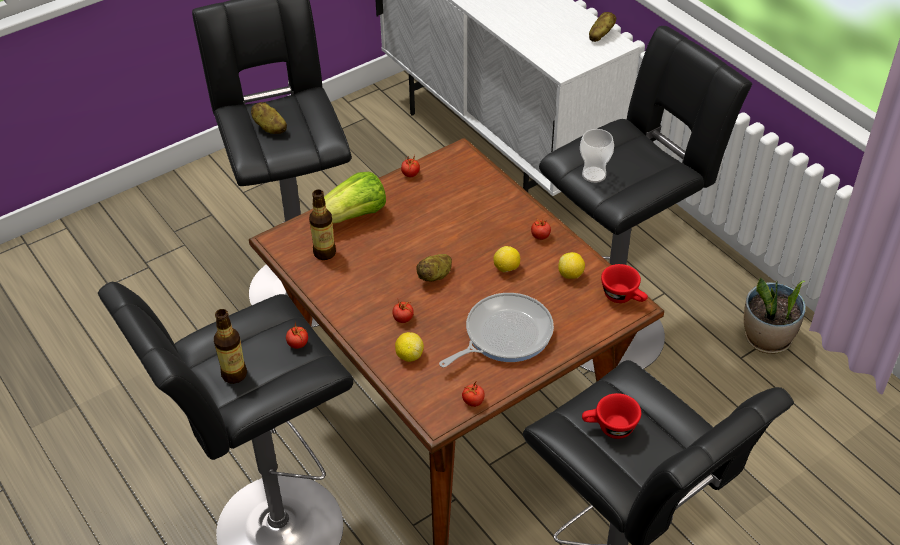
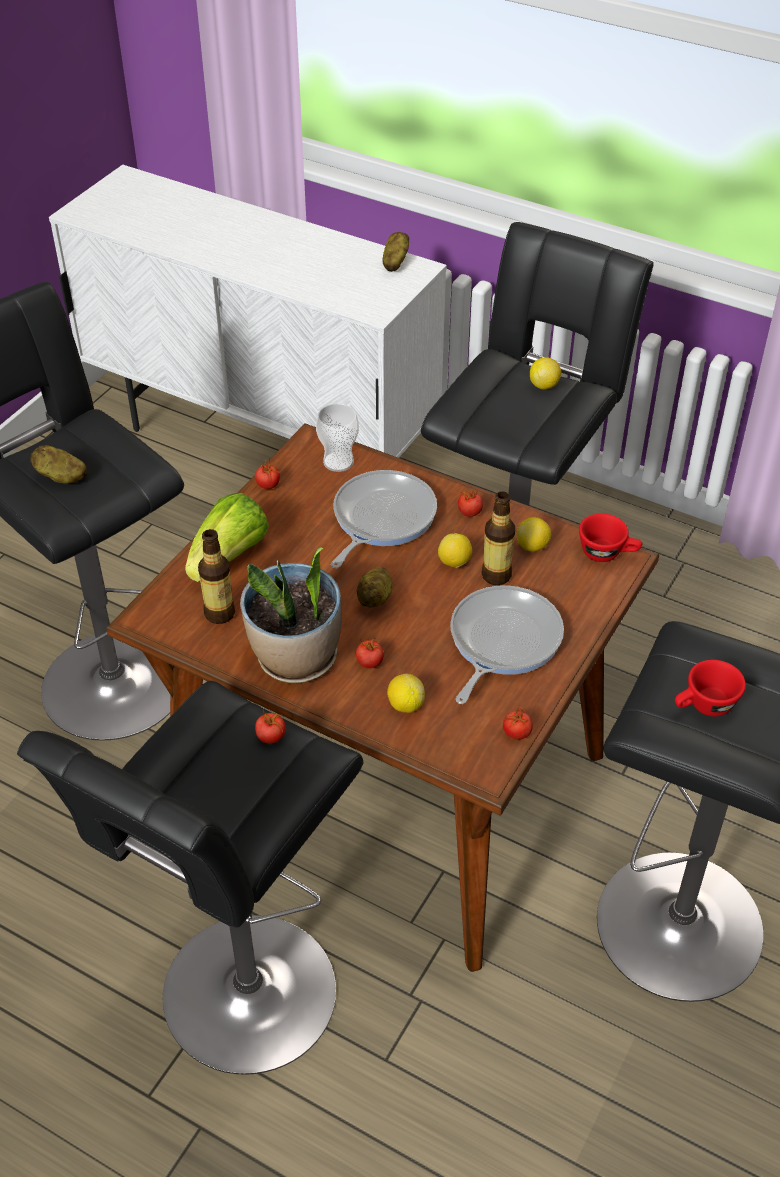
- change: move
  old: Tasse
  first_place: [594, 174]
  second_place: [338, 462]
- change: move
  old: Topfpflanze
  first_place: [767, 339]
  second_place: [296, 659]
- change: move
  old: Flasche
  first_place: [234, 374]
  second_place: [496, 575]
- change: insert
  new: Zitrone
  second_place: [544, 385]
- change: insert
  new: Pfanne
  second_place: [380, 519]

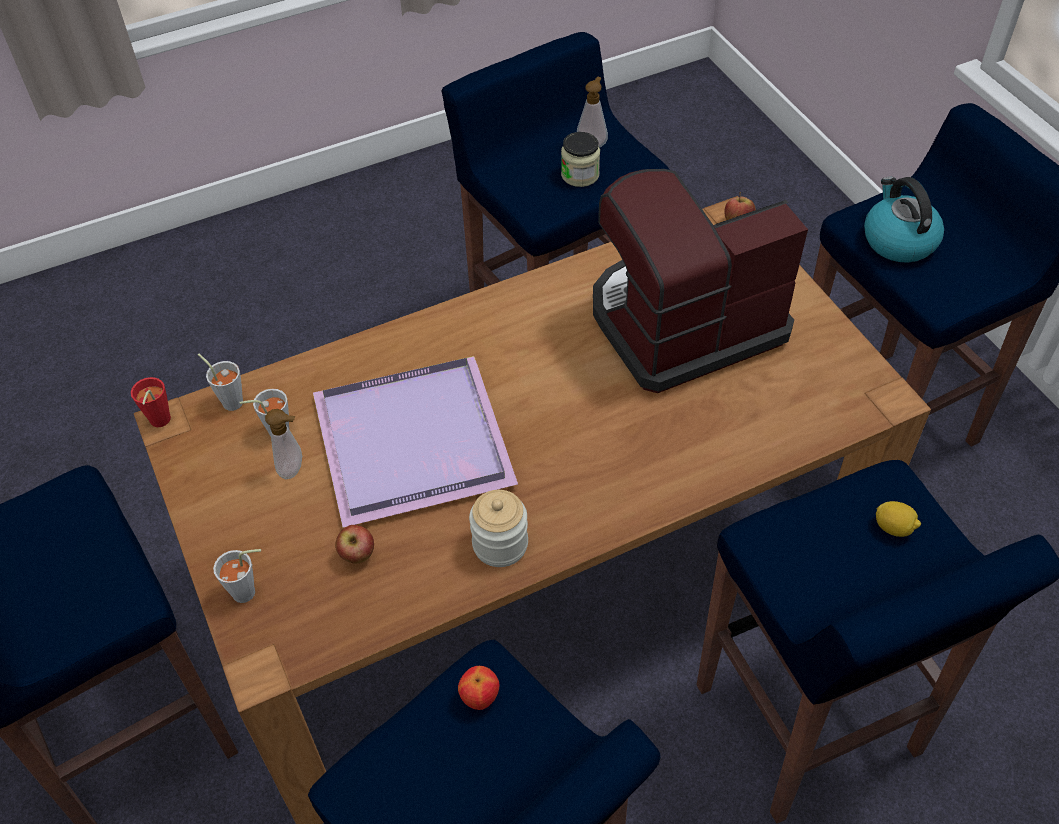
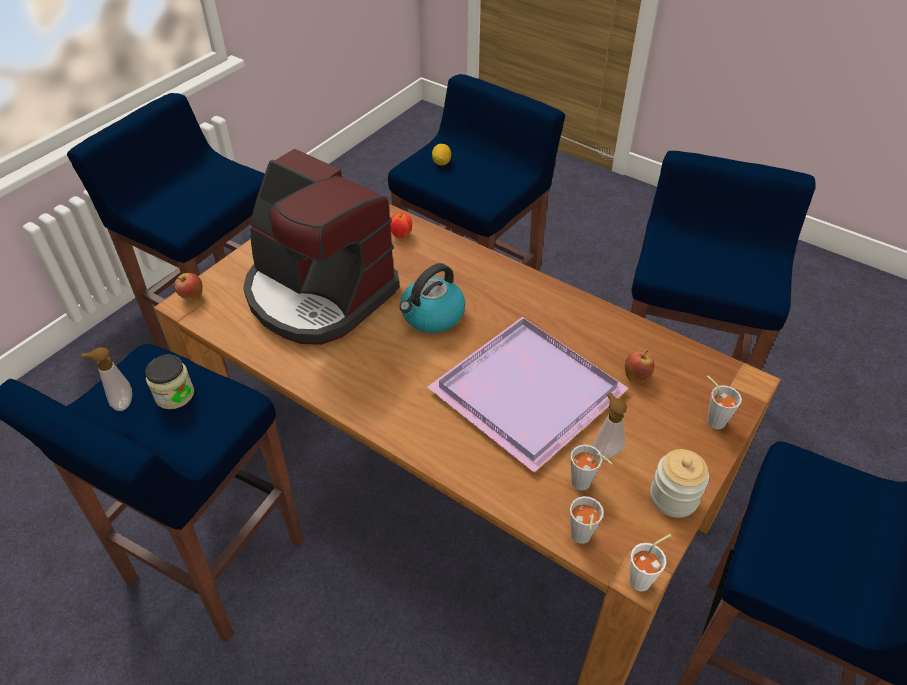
- change: move
  old: Wasserkessel
  first_place: [898, 240]
  second_place: [432, 316]
- change: recolor
  old: Tasse/rot
  new: Tasse/weiß
  first_place: [159, 423]
  second_place: [644, 579]
- change: move
  old: Vorratsglas
  first_place: [500, 544]
  second_place: [673, 497]
- change: move
  old: Apfel
  first_place: [480, 698]
  second_place: [401, 235]

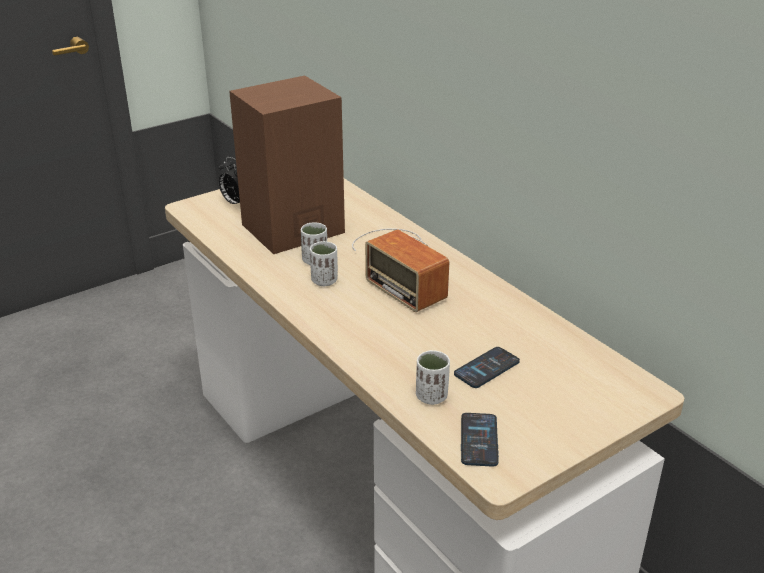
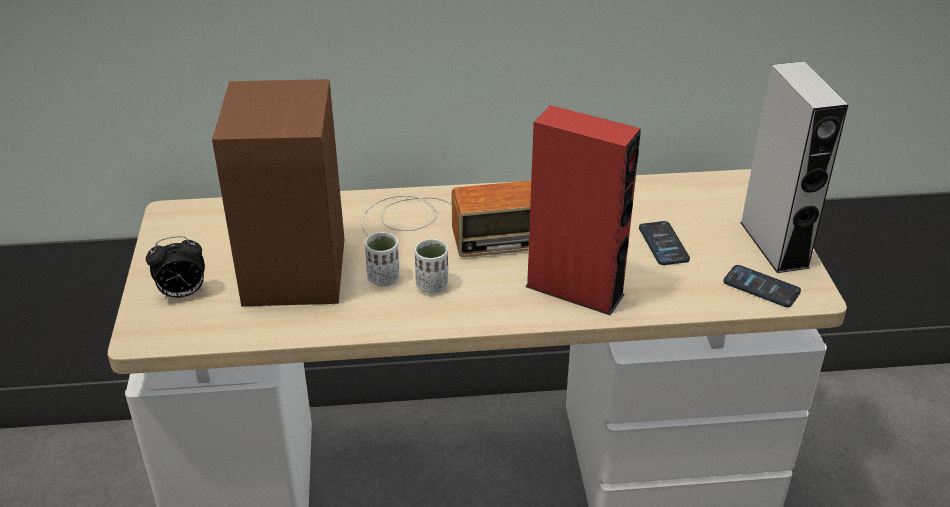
- change: delete
  old: Tasse/weiß
  first_place: [431, 397]
- change: insert
  new: Lautsprecher/grau
  second_place: [774, 244]
- change: insert
  new: Lautsprecher/rot
  second_place: [574, 290]

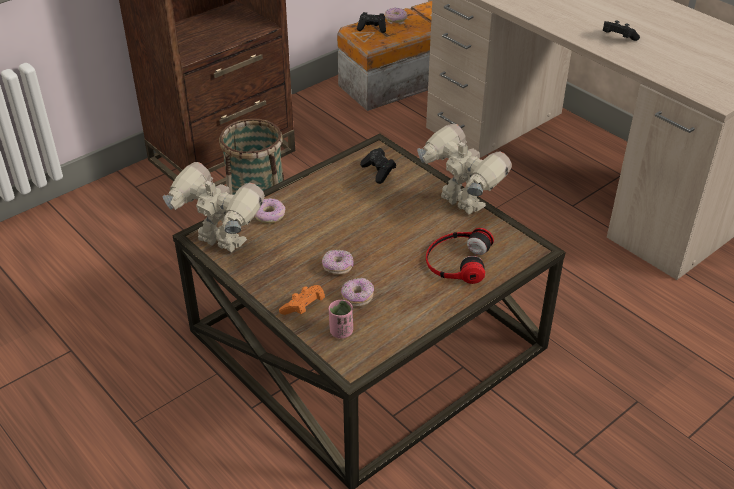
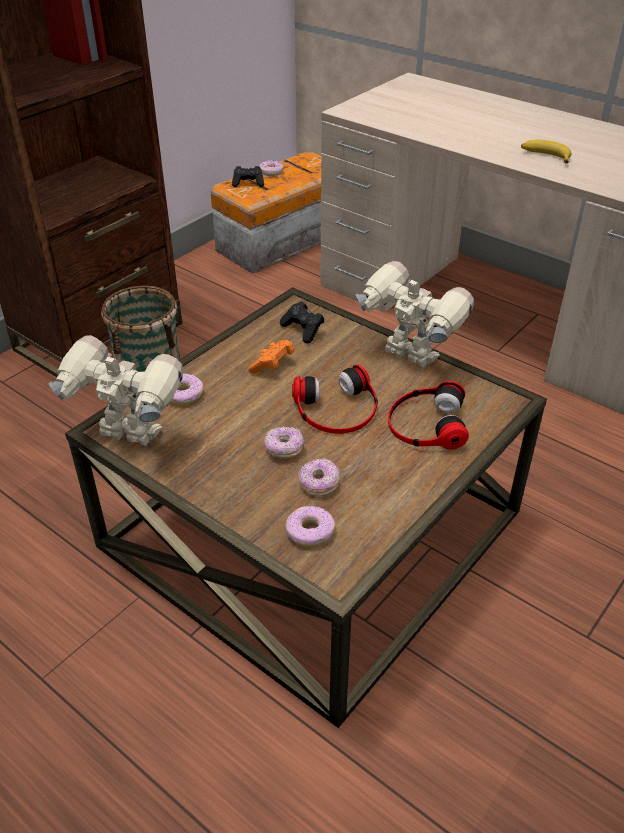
- change: replace
  old: Gamepad/schwarz
  new: Banane
  first_place: [617, 38]
  second_place: [545, 156]
- change: move
  old: Gamepad/orange
  first_place: [303, 308]
  second_place: [272, 365]
- change: replace
  old: Tasse/rosa
  new: Donut
  first_place: [341, 331]
  second_place: [309, 531]
- change: insert
  new: Kopfhörer
  second_place: [337, 409]

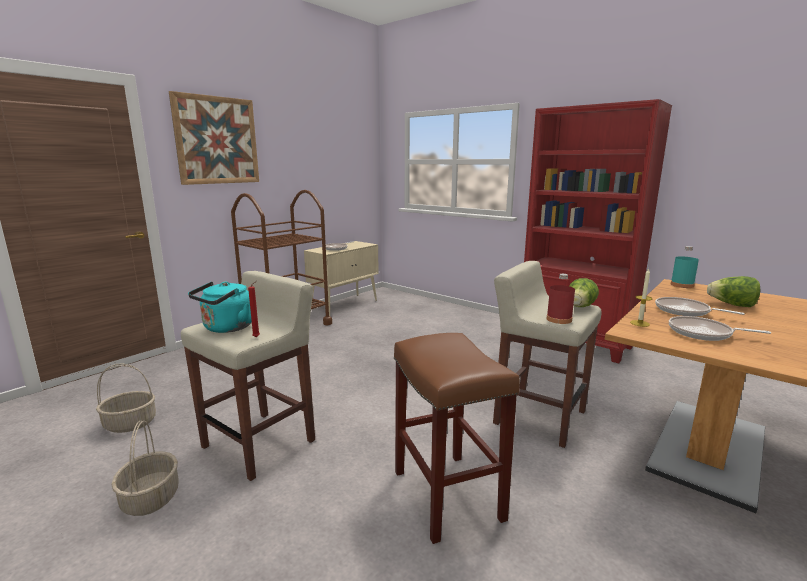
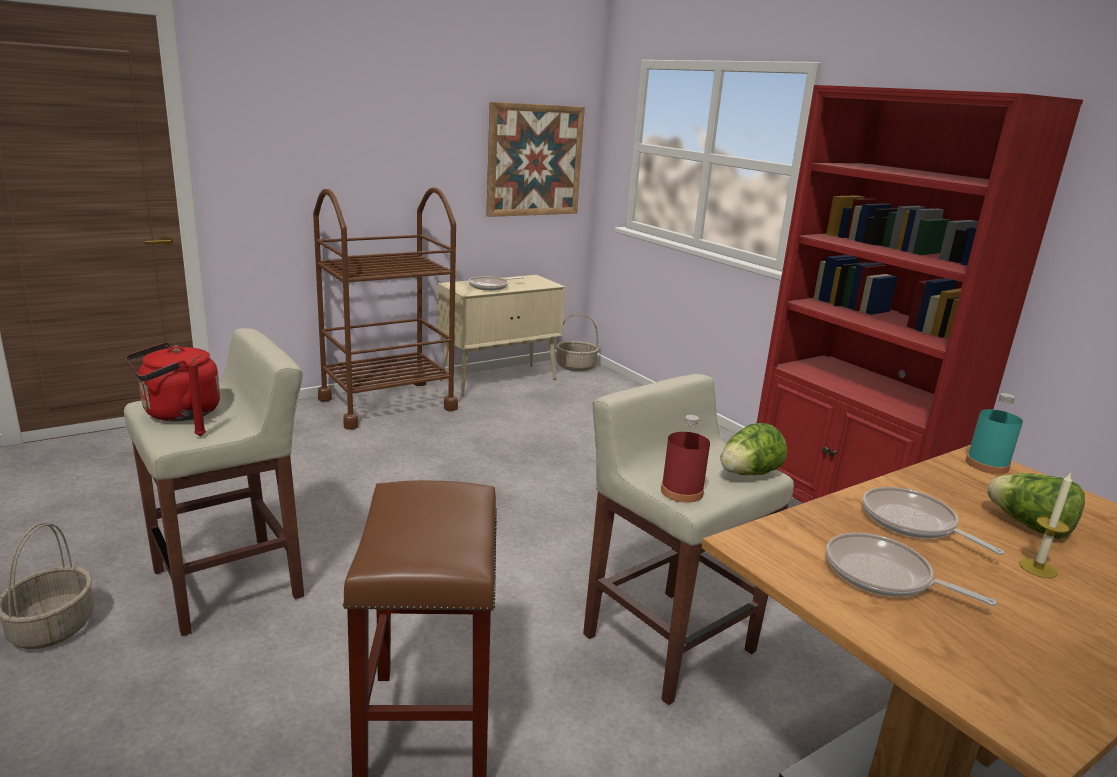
- change: move
  old: Bild
  first_place: [217, 140]
  second_place: [534, 160]
- change: move
  old: Kerze
  first_place: [639, 323]
  second_place: [1037, 568]
- change: recolor
  old: Wasserkessel/türkis
  new: Wasserkessel/rot
  first_place: [226, 328]
  second_place: [177, 413]
- change: move
  old: Korb
  first_place: [131, 423]
  second_place: [576, 366]

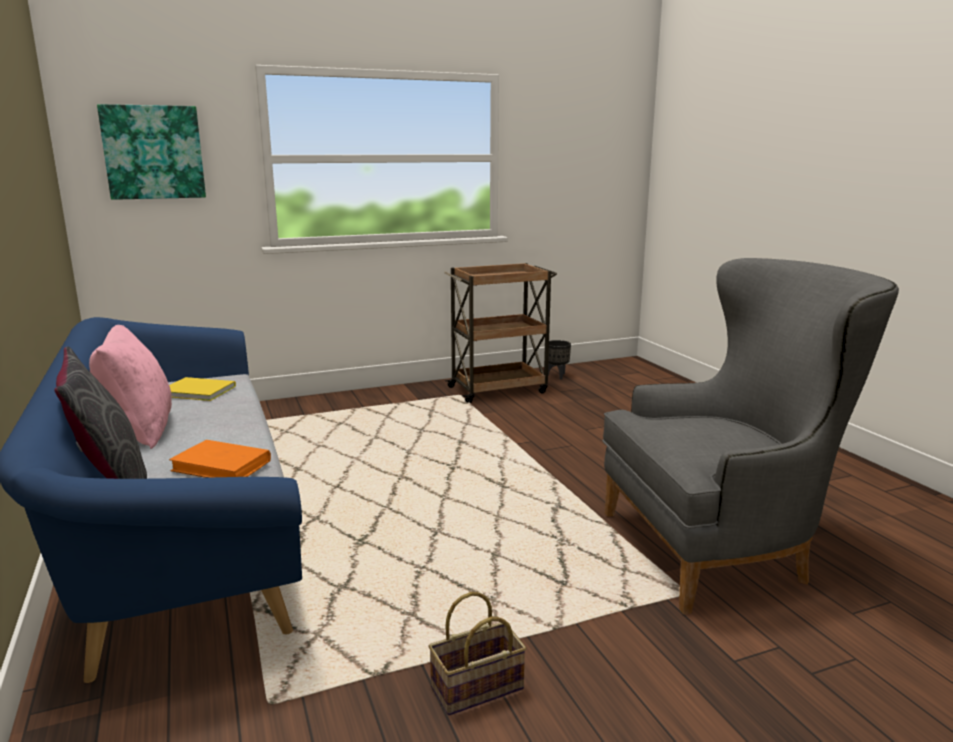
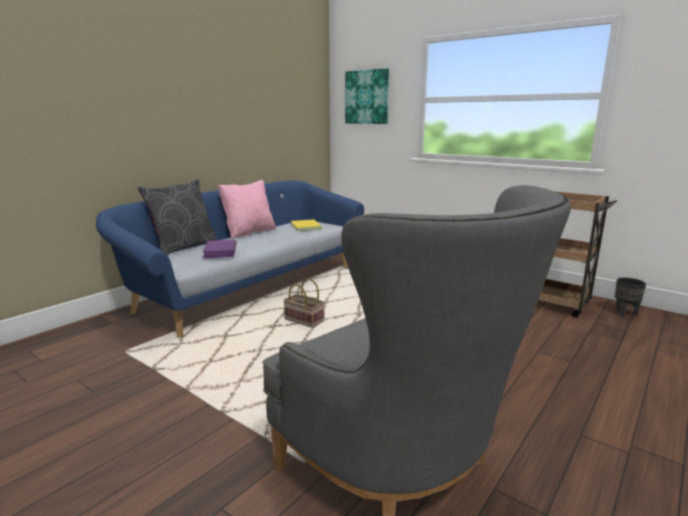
- change: recolor
  old: Buch/orange
  new: Buch/lila
  first_place: [222, 466]
  second_place: [220, 252]
- change: move
  old: Korb
  first_place: [476, 690]
  second_place: [303, 320]

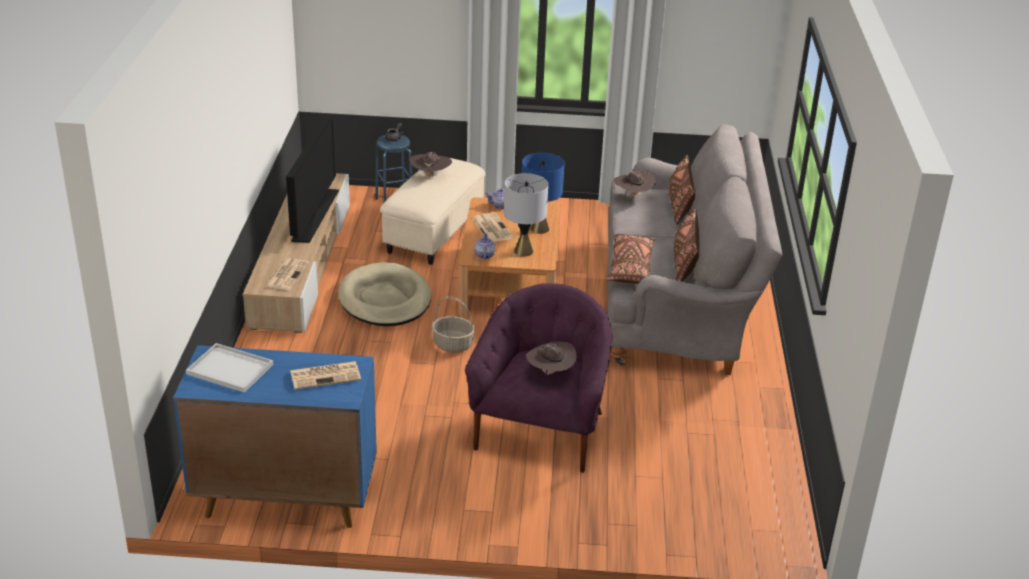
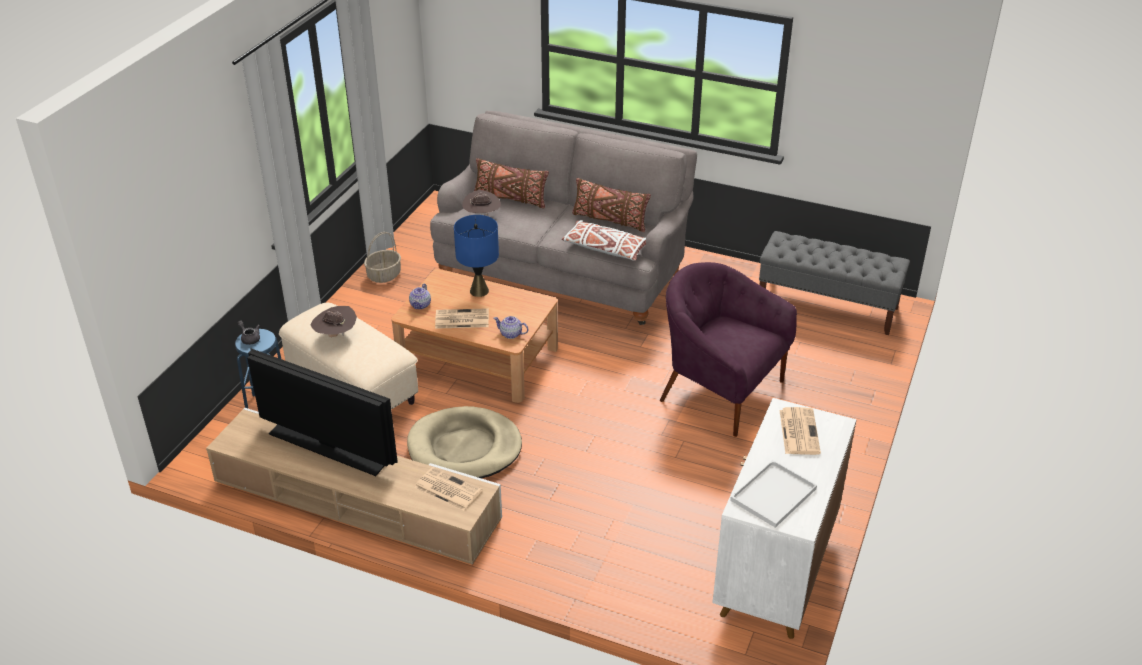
- change: delete
  old: Tischlampe/grau
  first_place: [523, 251]
- change: recolor
  old: Kissen/braun
  new: Kissen/weiß
  first_place: [630, 268]
  second_place: [605, 248]
- change: move
  old: Korb
  first_place: [453, 344]
  second_place: [384, 275]
- change: delete
  old: Hut/braun
  first_place: [551, 373]
- change: recolor
  old: Schrank/blau
  new: Schrank/weiß
  first_place: [284, 497]
  second_place: [775, 575]
- change: insert
  new: Bank/grau
  second_place: [828, 306]

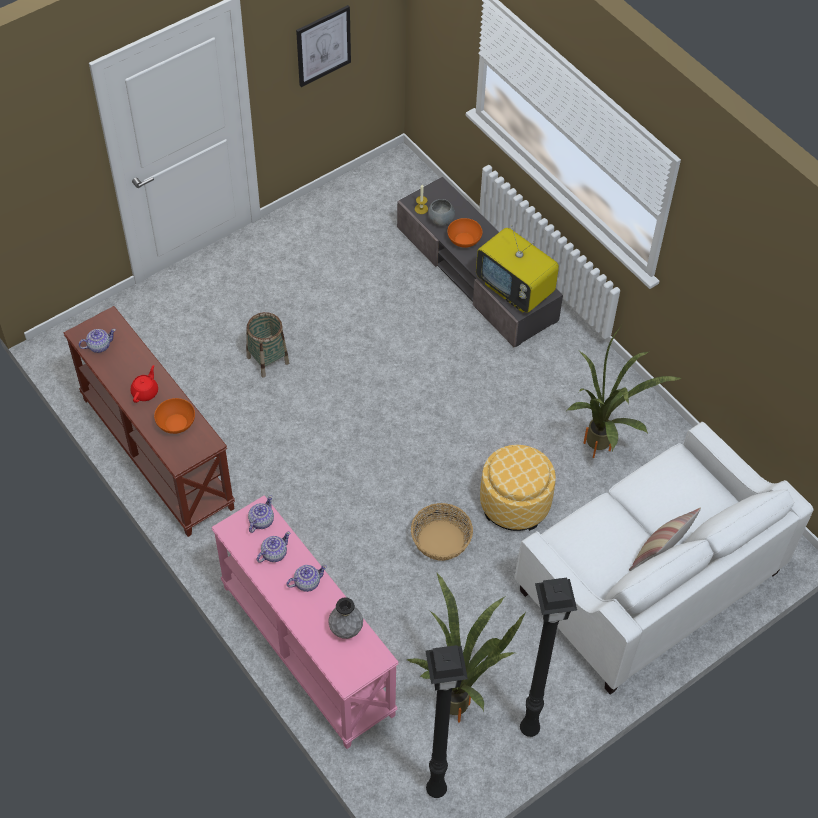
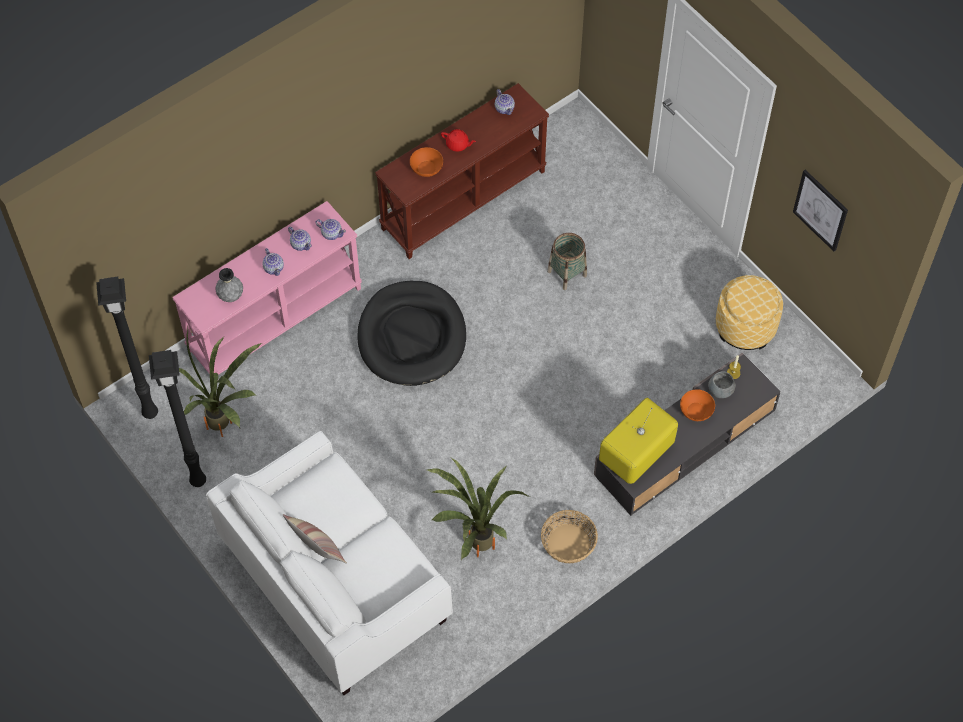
- change: move
  old: Polsterhocker
  first_place: [515, 503]
  second_place: [745, 326]
- change: move
  old: Korb
  first_place: [441, 541]
  second_place: [568, 544]
- change: insert
  new: Hundebett/schwarz
  second_place: [412, 336]

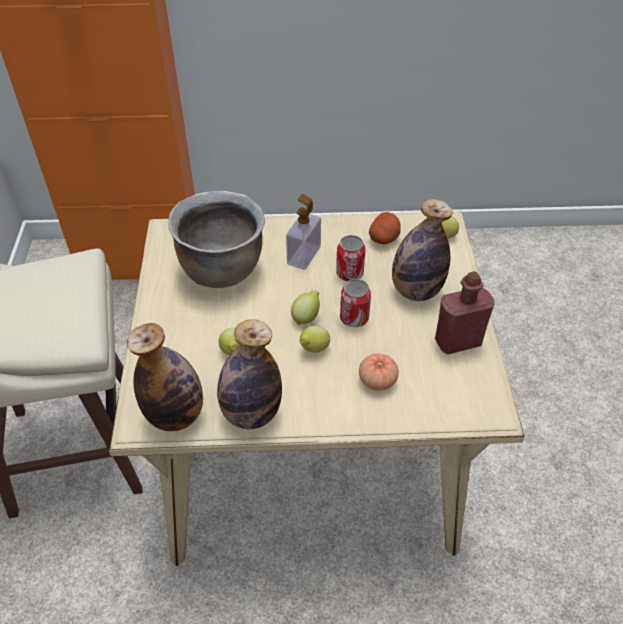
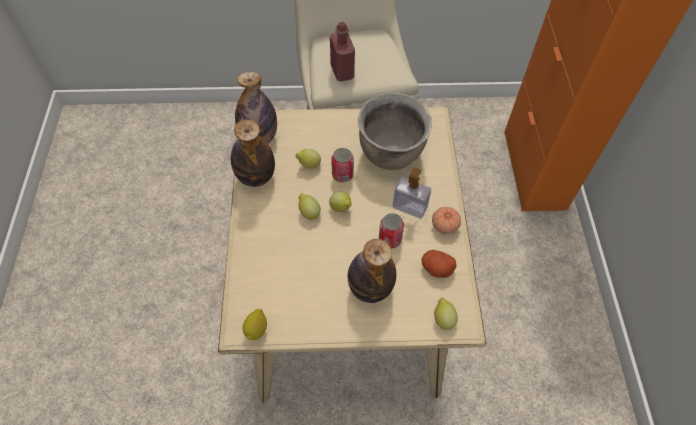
- change: move
  old: Flasche/rot
  first_place: [458, 341]
  second_place: [342, 72]
- change: move
  old: Dose
  first_place: [354, 318]
  second_place: [342, 175]
- change: move
  old: Tomate
  first_place: [377, 380]
  second_place: [445, 225]
- change: insert
  new: Zitrone
  second_place: [256, 329]

